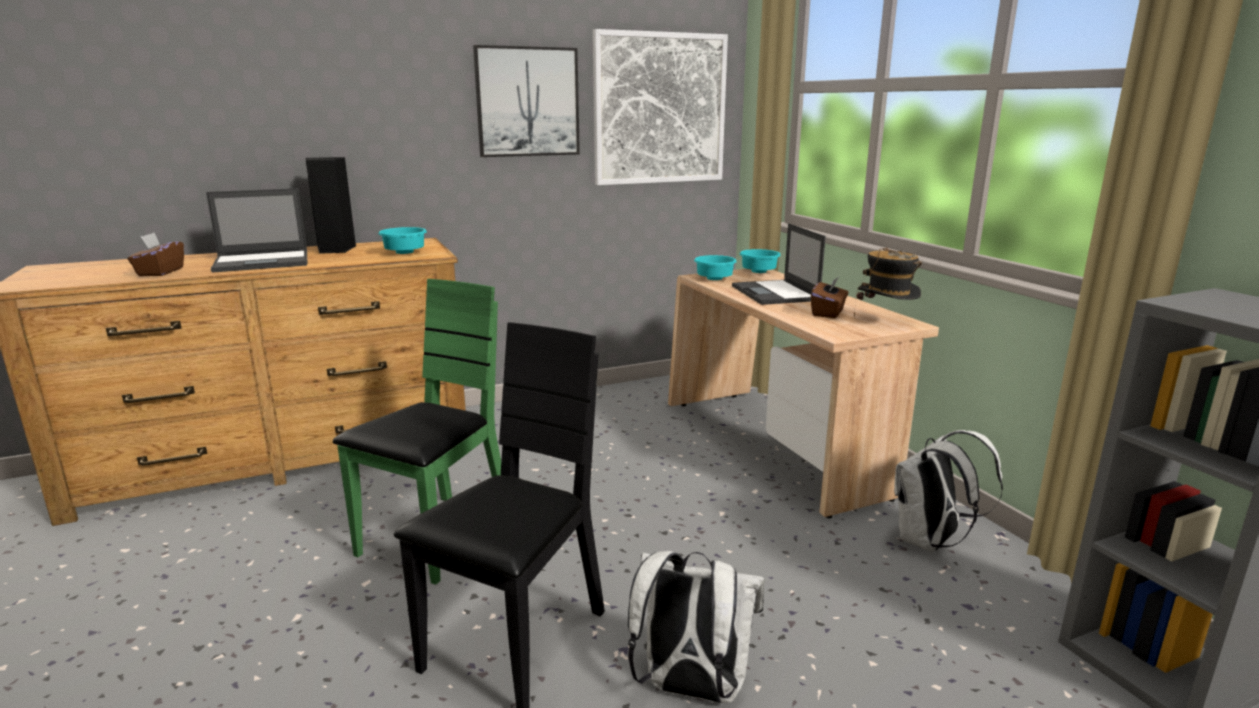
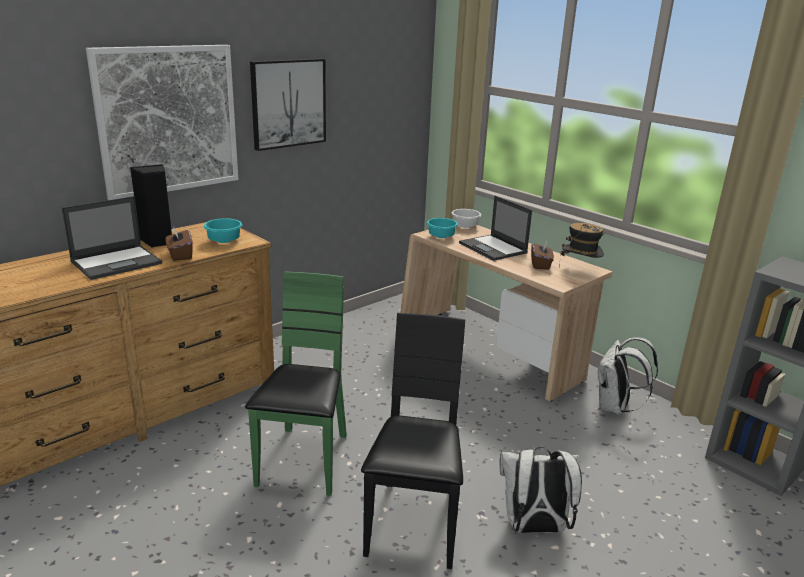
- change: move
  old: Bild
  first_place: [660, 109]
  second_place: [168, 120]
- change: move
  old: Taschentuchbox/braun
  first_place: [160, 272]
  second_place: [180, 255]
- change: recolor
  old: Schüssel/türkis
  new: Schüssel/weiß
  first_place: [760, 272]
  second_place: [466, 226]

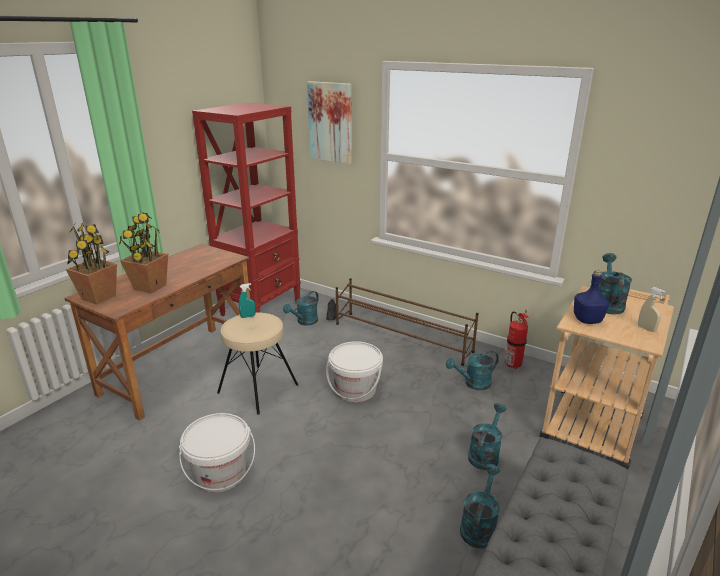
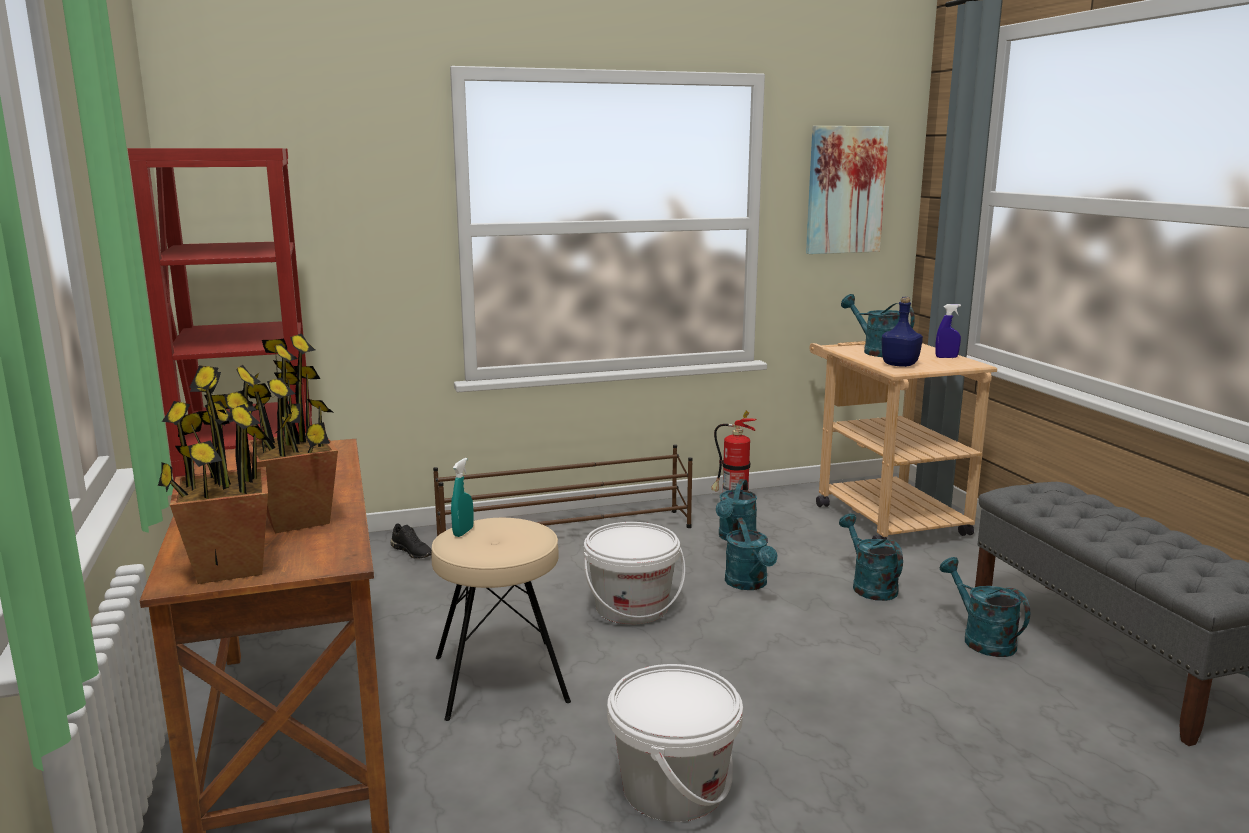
- change: move
  old: Bild
  first_place: [331, 122]
  second_place: [845, 190]
- change: recolor
  old: Sprühflasche/beige
  new: Sprühflasche/blau
  first_place: [646, 329]
  second_place: [946, 357]
- change: move
  old: Gießkanne/türkis
  first_place: [304, 322]
  second_place: [749, 584]

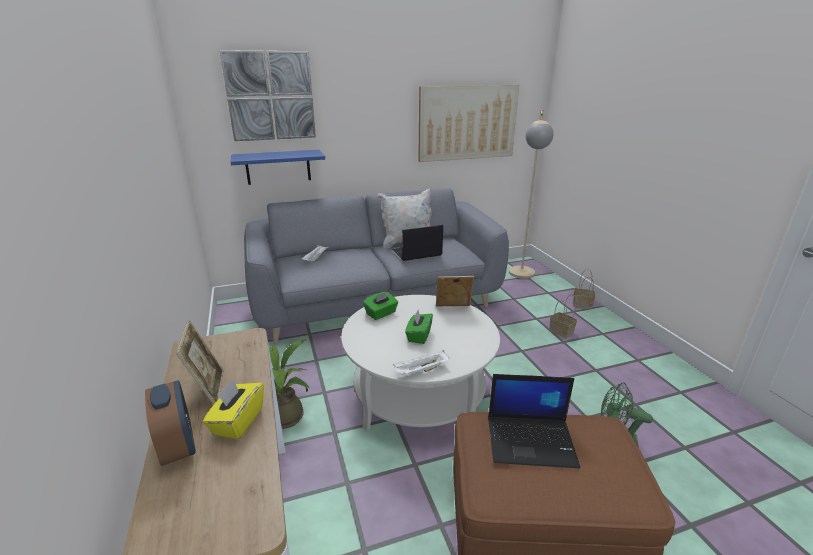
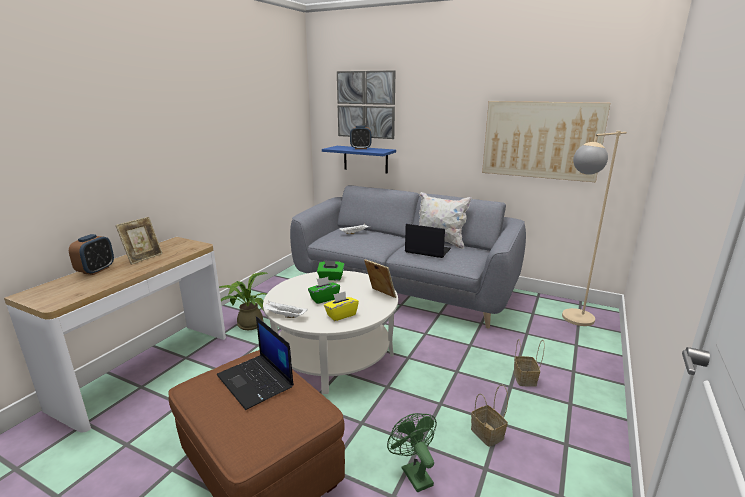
- change: move
  old: Korb
  first_place: [583, 304]
  second_place: [488, 434]
- change: move
  old: Taschentuchbox/gelb
  first_place: [238, 422]
  second_place: [341, 315]
- change: insert
  new: Wecker
  second_place: [360, 148]

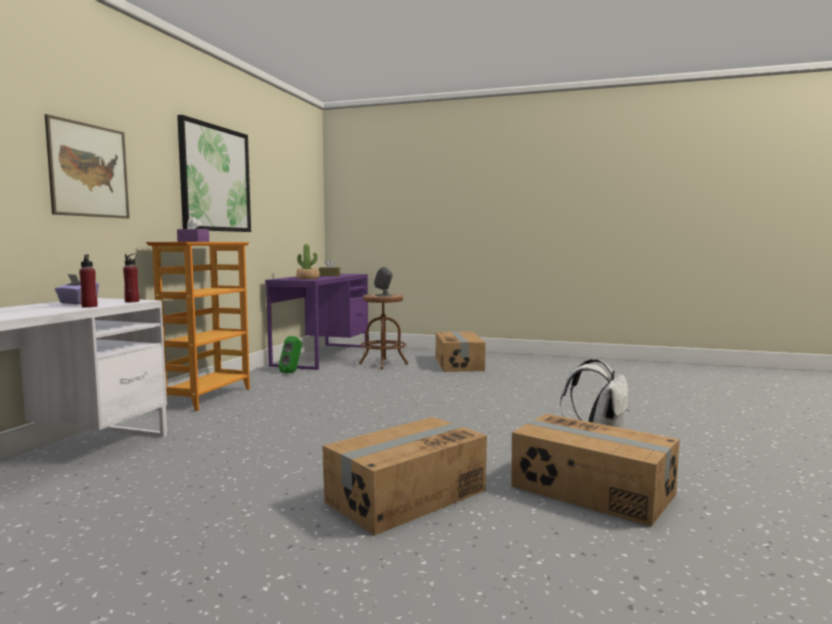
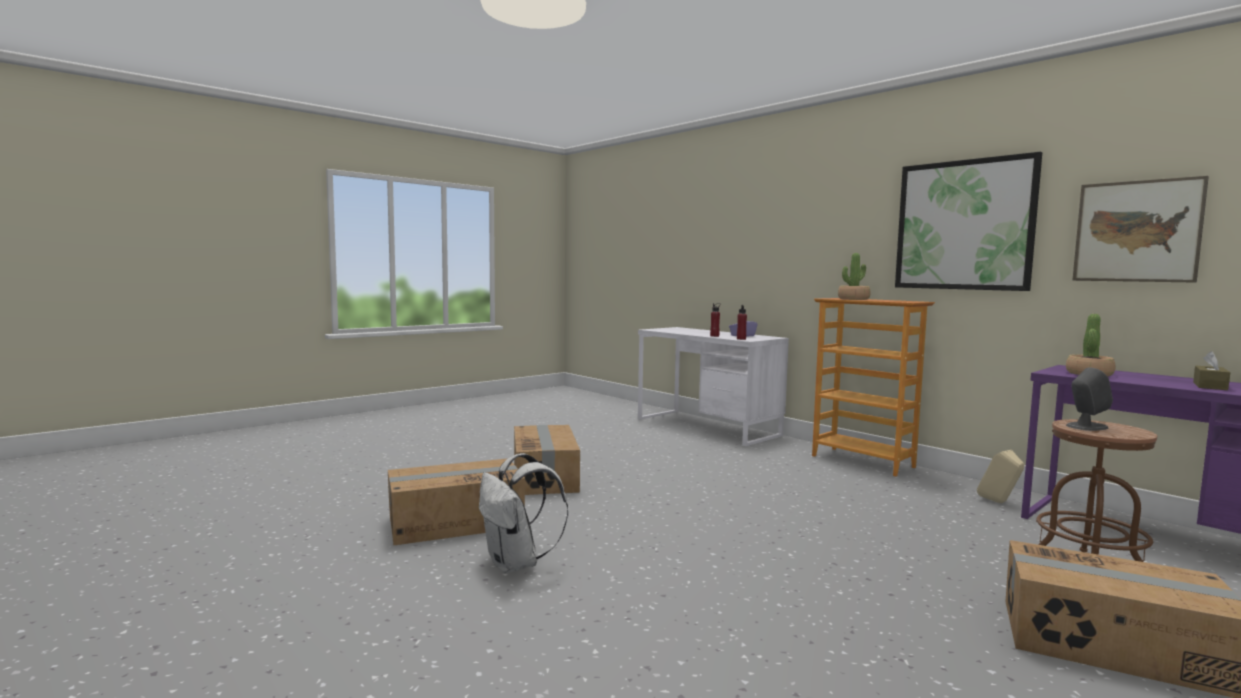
- change: move
  old: Bild
  first_place: [89, 170]
  second_place: [1136, 231]
- change: replace
  old: Taschentuchbox/lila
  new: Topfpflanze
  first_place: [193, 241]
  second_place: [853, 299]
- change: recolor
  old: Lautsprecher/grün
  new: Lautsprecher/beige
  first_place: [292, 372]
  second_place: [999, 502]

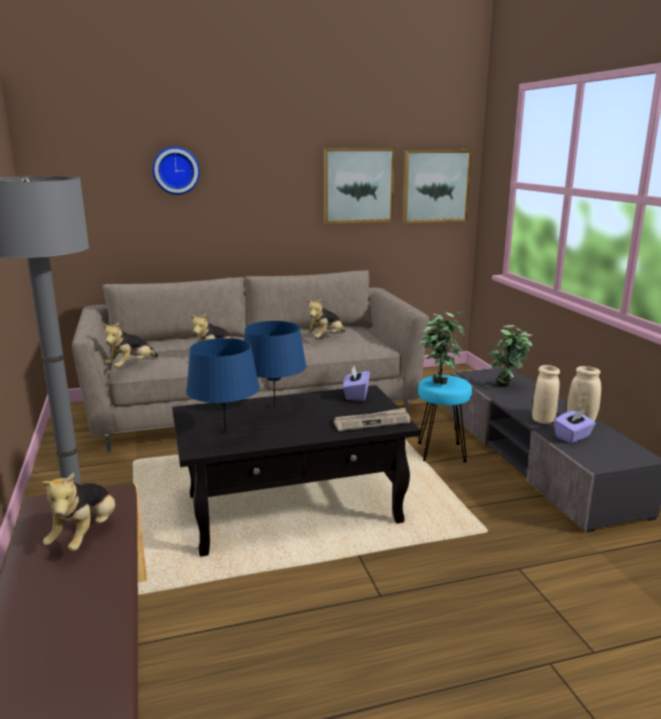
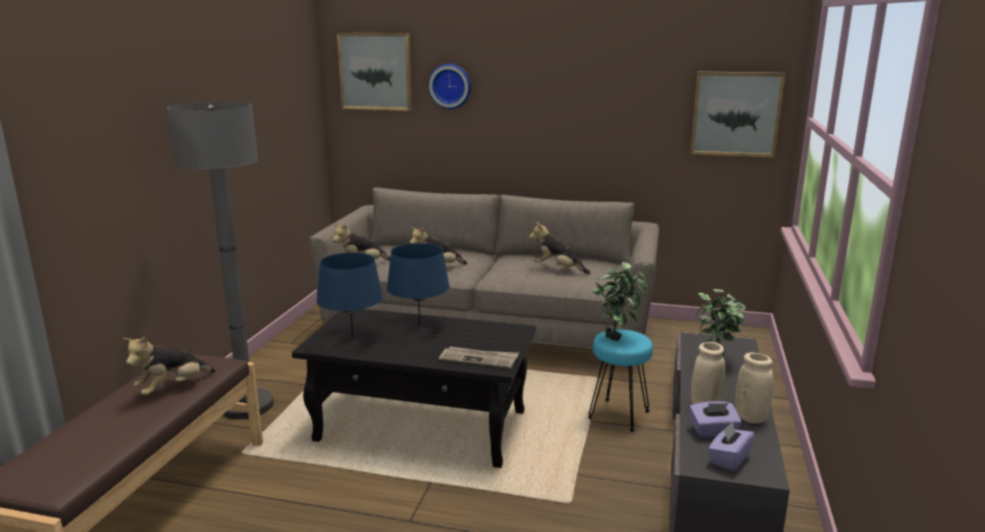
- change: move
  old: Bild
  first_place: [358, 185]
  second_place: [375, 71]
- change: rotate
  old: Plüschtier
  first_place: [325, 338]
  second_place: [557, 269]
  degrees: 45
- change: move
  old: Taschentuchbox/lila
  first_place: [356, 395]
  second_place: [729, 459]

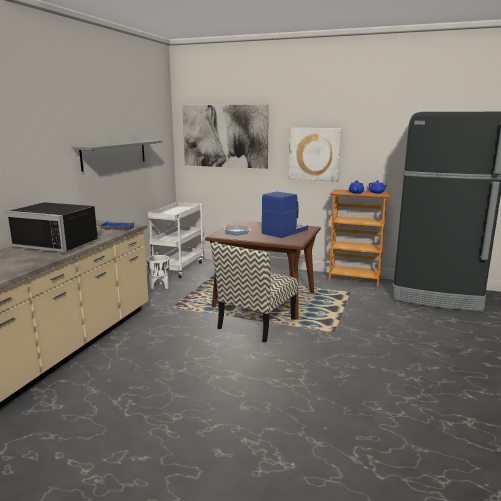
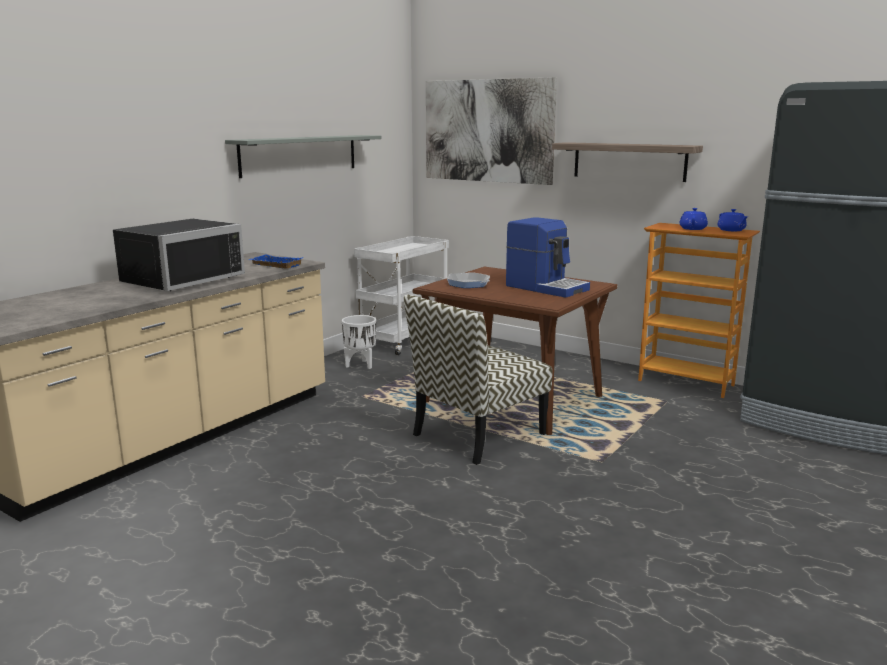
- change: replace
  old: Bild
  new: Wandregal
  first_place: [314, 154]
  second_place: [629, 161]
- change: rotate
  old: Kaffeemaschine
  first_place: [284, 231]
  second_place: [546, 287]
  degrees: 75
- change: rotate
  old: Mikrowelle/schwarz
  first_place: [60, 243]
  second_place: [179, 280]
  degrees: -90

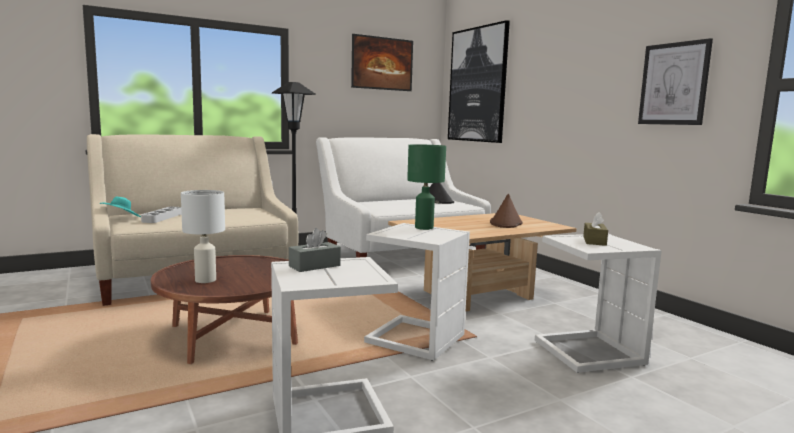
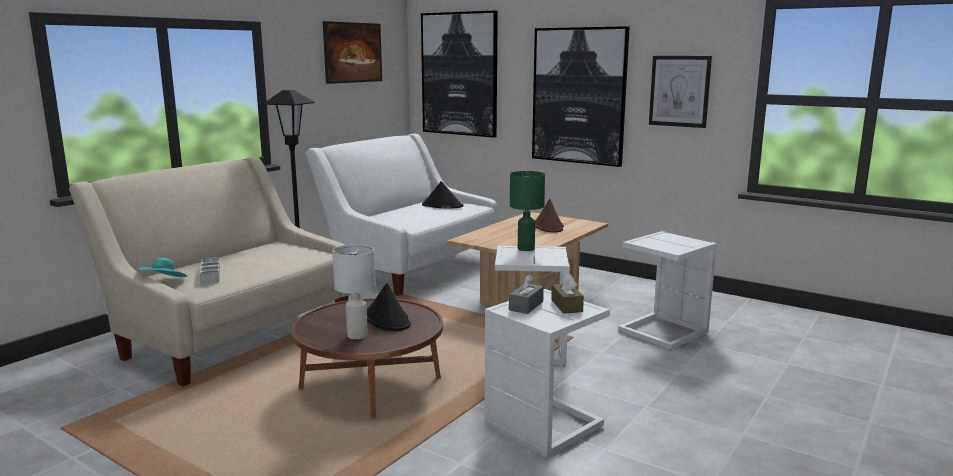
- change: move
  old: Taschentuchbox/braun
  first_place: [594, 241]
  second_place: [566, 306]
- change: insert
  new: Bild
  second_place: [578, 96]
- change: insert
  new: Hut/schwarz
  second_place: [387, 319]

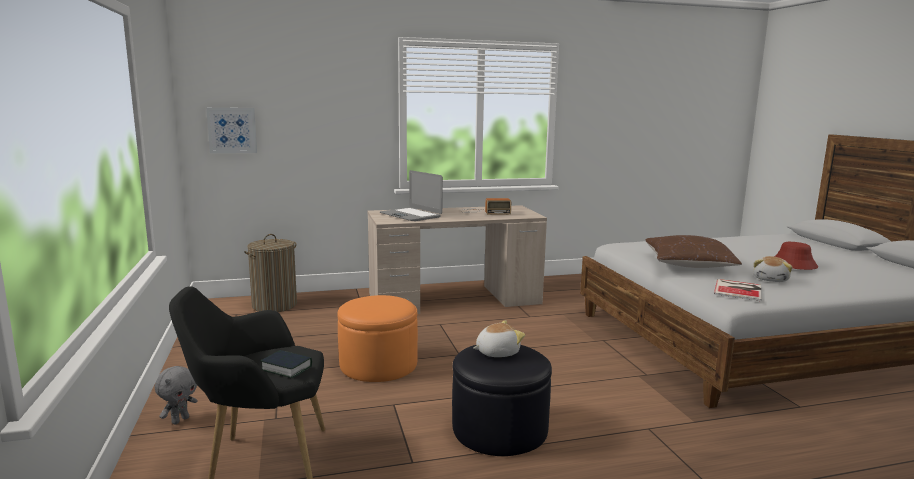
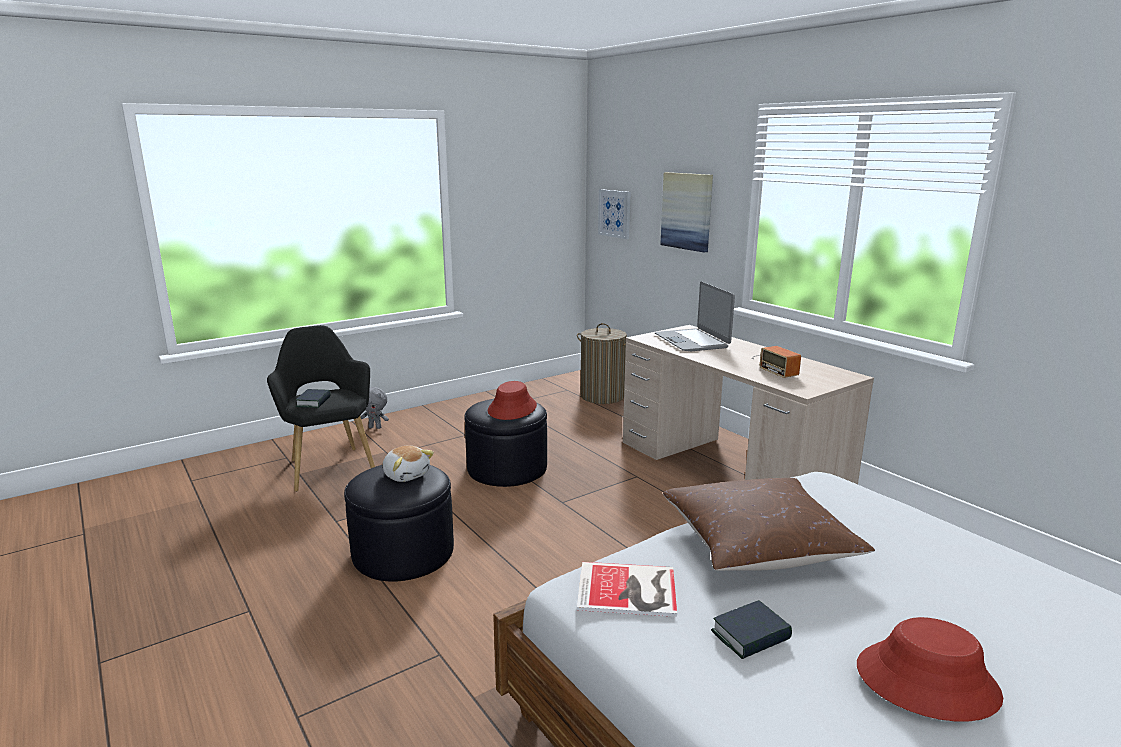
- change: rotate
  old: Laptop
  first_place: [411, 215]
  second_place: [692, 341]
  degrees: -45
- change: replace
  old: Plüschtier
  new: Buch
  first_place: [771, 279]
  second_place: [751, 636]
- change: recolor
  old: Polsterhocker/orange
  new: Polsterhocker/schwarz
  first_place: [378, 364]
  second_place: [507, 468]
- change: insert
  new: Bild
  second_place: [687, 211]
- change: insert
  new: Hut/rot
  second_place: [512, 408]

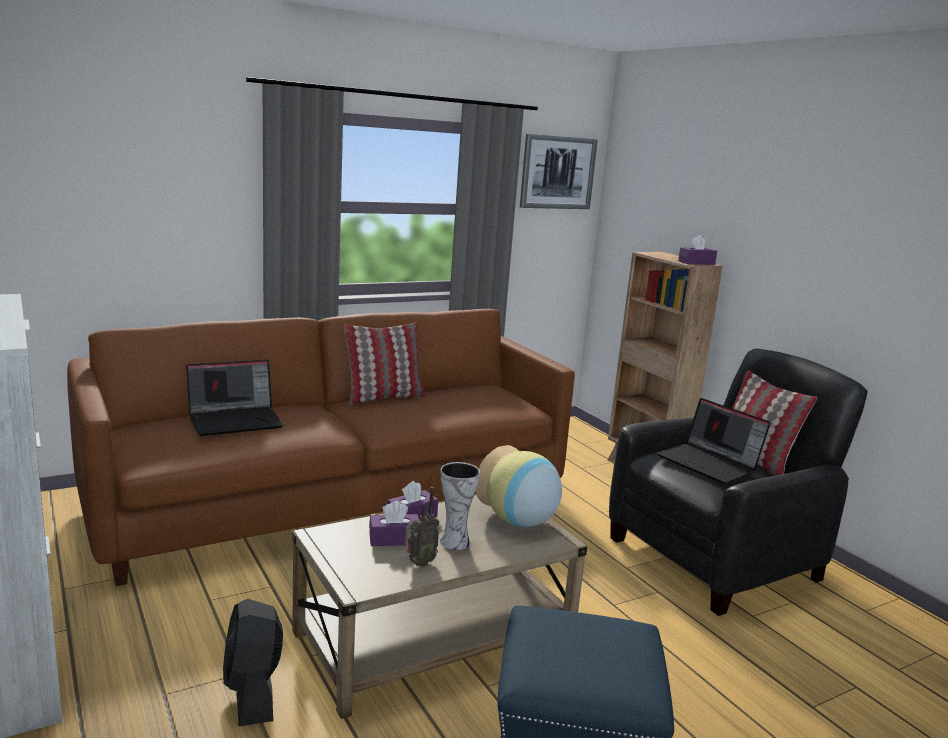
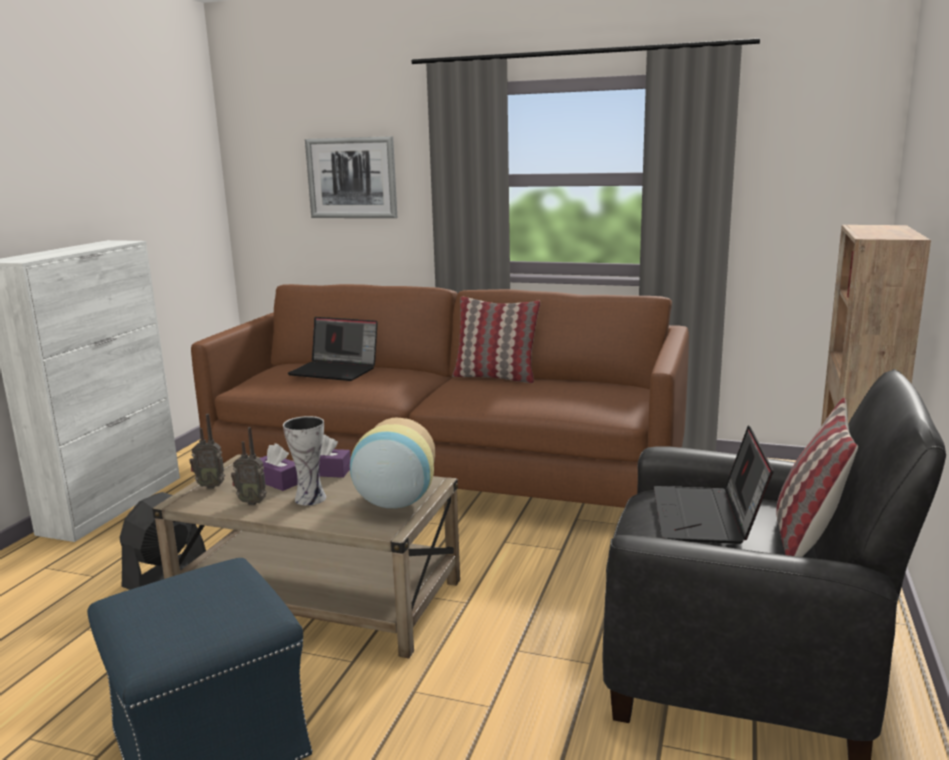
- change: move
  old: Bild
  first_place: [557, 172]
  second_place: [352, 178]
- change: delete
  old: Taschentuchbox/lila
  first_place: [696, 263]
- change: insert
  new: Radio
  second_place: [210, 486]

